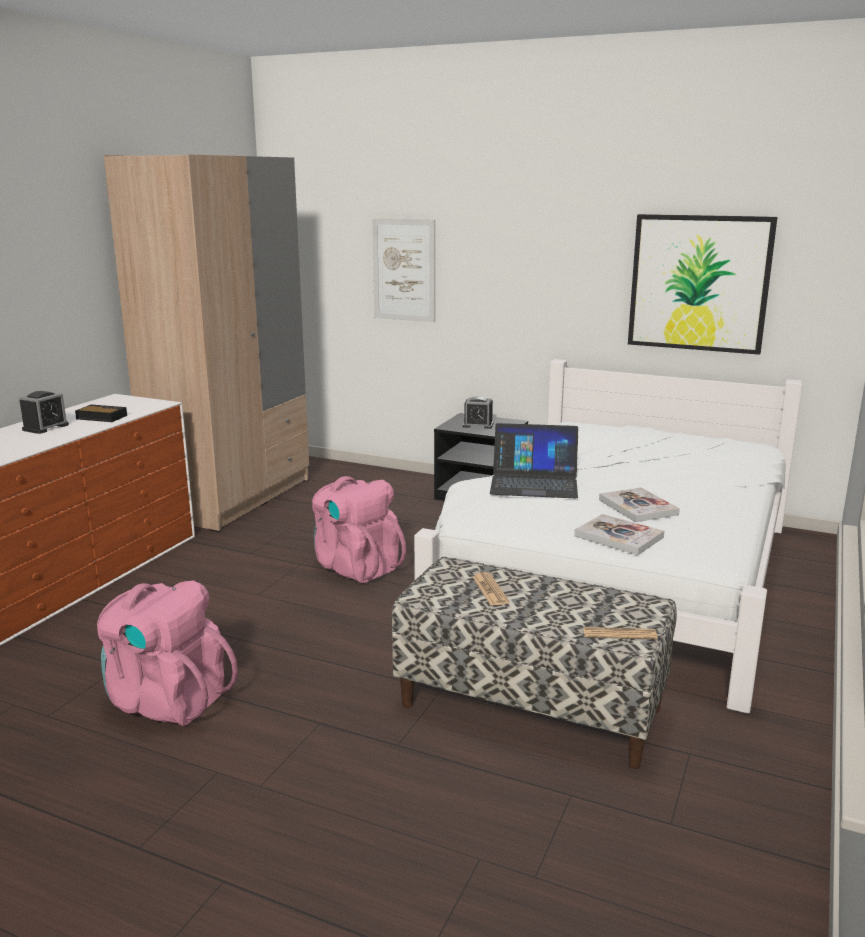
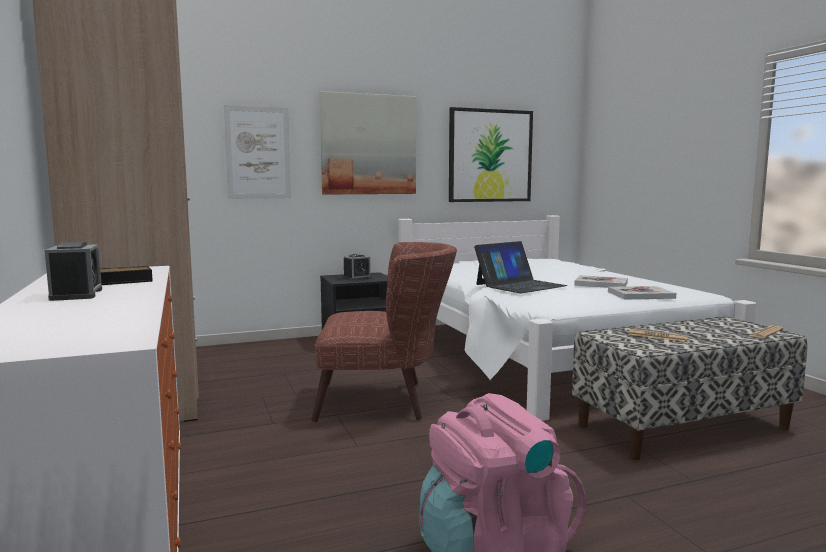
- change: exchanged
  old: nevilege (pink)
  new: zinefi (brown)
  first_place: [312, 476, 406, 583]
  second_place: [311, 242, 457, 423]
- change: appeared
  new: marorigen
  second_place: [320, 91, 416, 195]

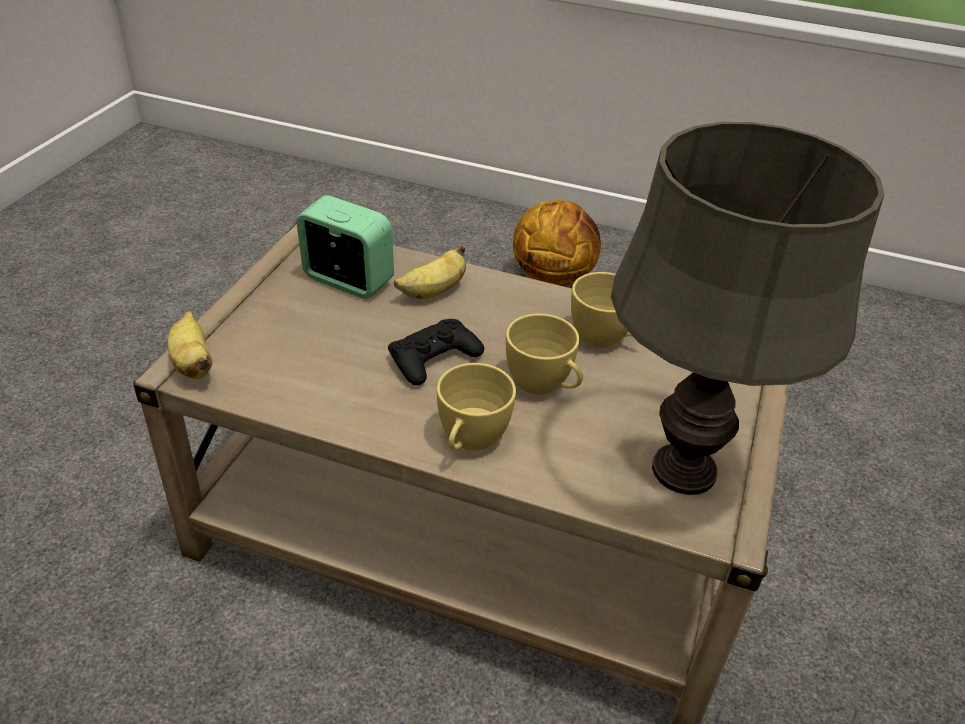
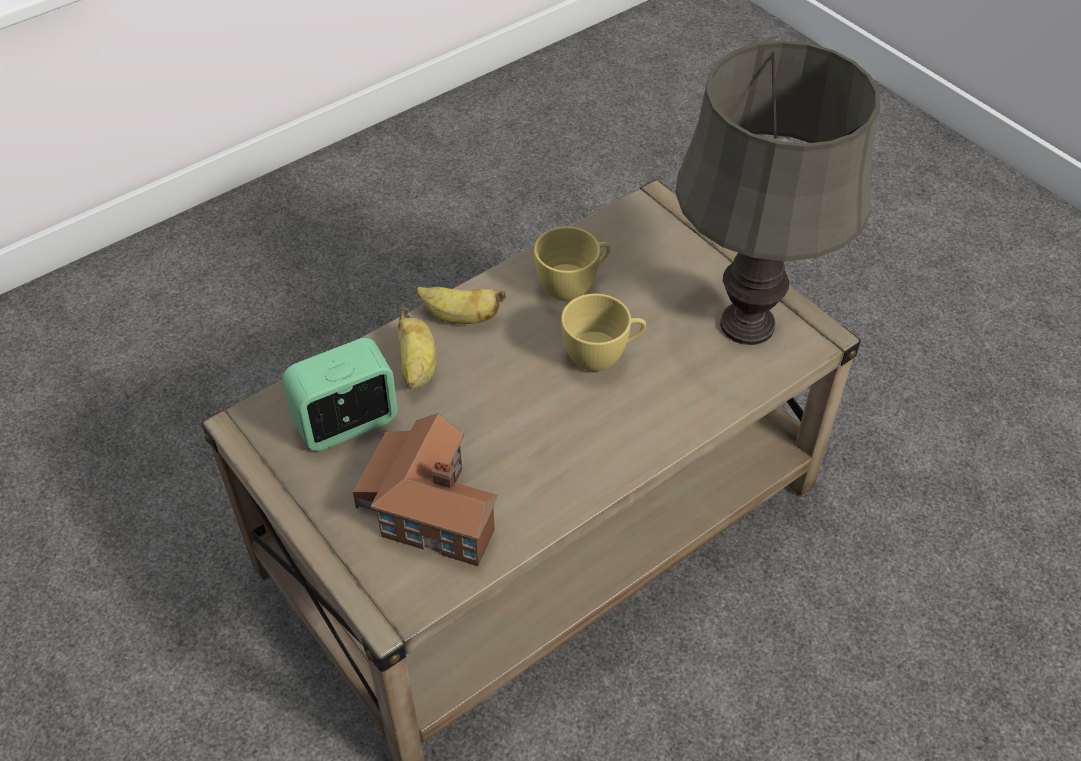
- change: appeared
  new: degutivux
  second_place: [353, 413, 498, 566]
- change: relocated
  old: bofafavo
  first_place: [168, 311, 213, 379]
  second_place: [416, 286, 506, 324]
- change: missing
  old: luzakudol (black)
  first_place: [388, 319, 484, 385]
- change: missing
  old: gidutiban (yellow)
  first_place: [437, 363, 516, 451]
- change: missing
  old: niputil
  first_place: [513, 200, 601, 287]

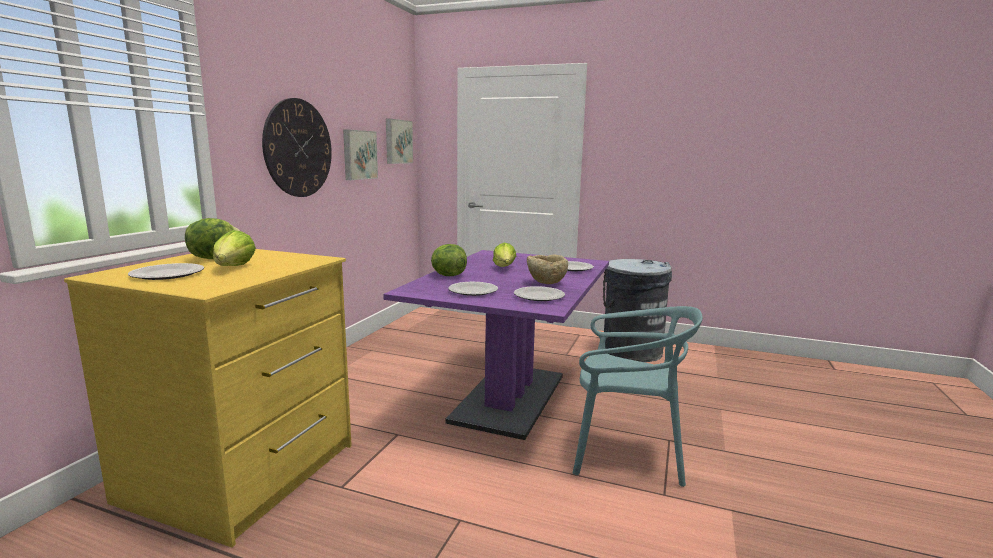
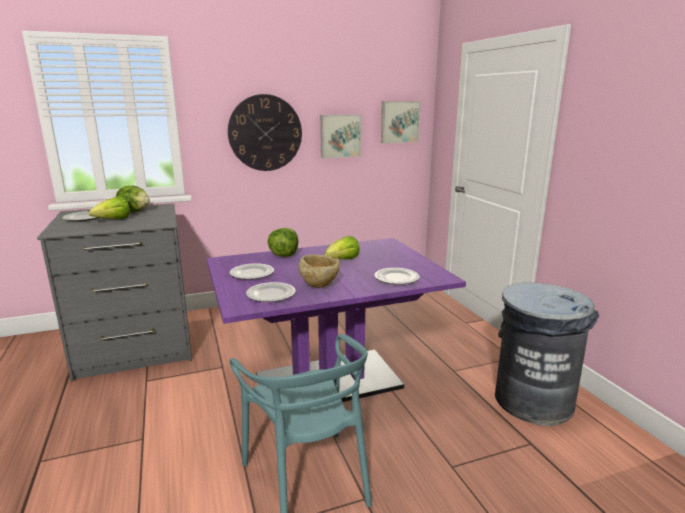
- change: colour
  old: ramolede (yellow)
  new: ramolede (grey)
  first_place: [64, 249, 352, 548]
  second_place: [37, 203, 192, 382]

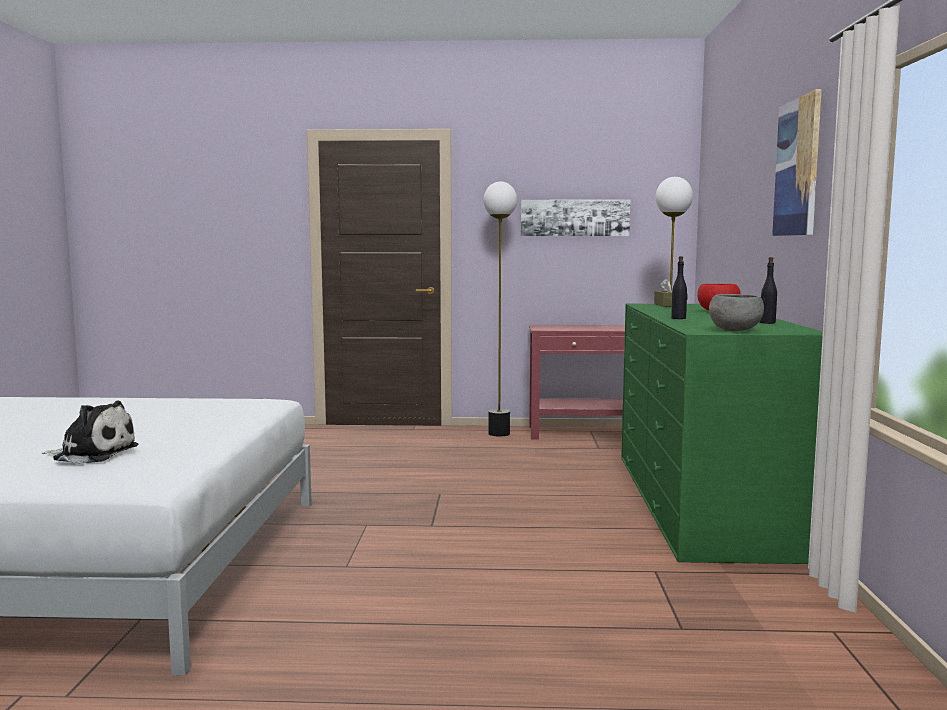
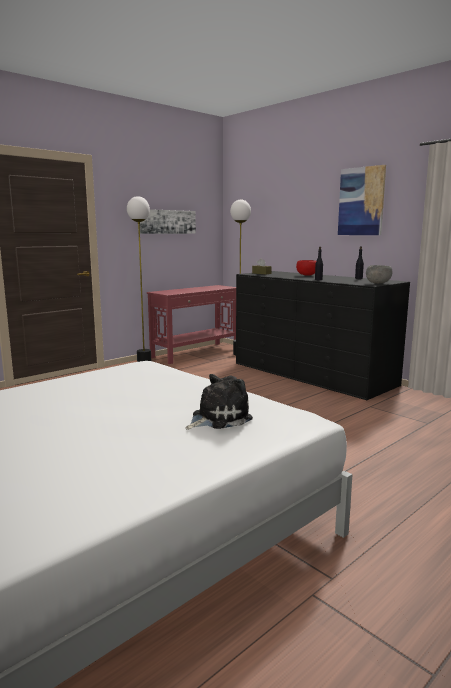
- change: colour
  old: ramolede (green)
  new: ramolede (black)
  first_place: [621, 304, 823, 564]
  second_place: [236, 271, 410, 400]

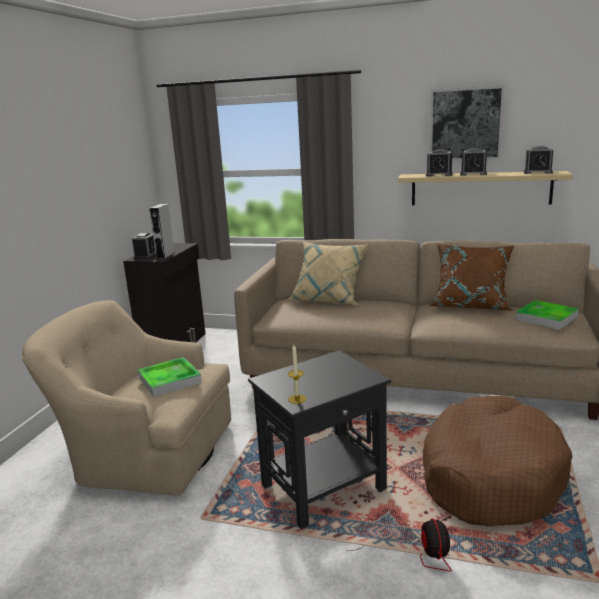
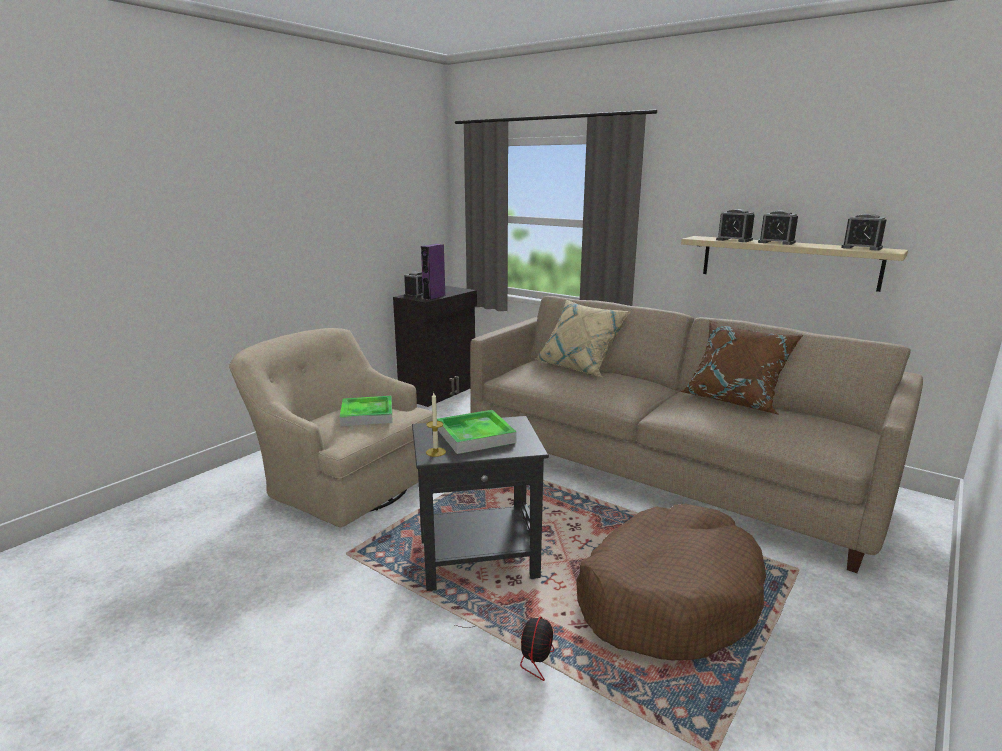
- change: colour
  old: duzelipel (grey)
  new: duzelipel (purple)
  first_place: [149, 204, 175, 259]
  second_place: [421, 244, 445, 300]
- change: relocated
  old: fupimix
  first_place: [515, 300, 579, 330]
  second_place: [437, 410, 516, 454]
- change: missing
  old: marorigen
  first_place: [430, 85, 505, 161]

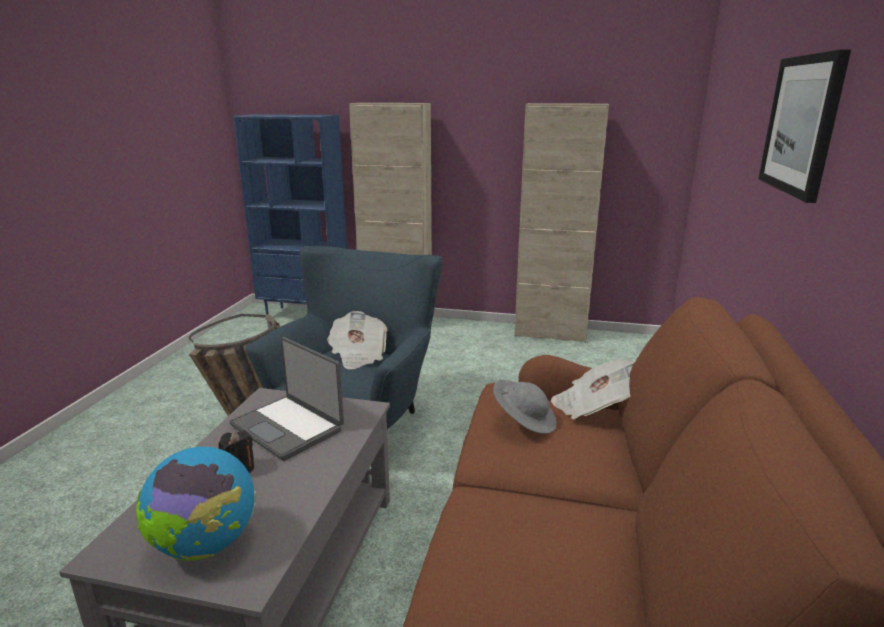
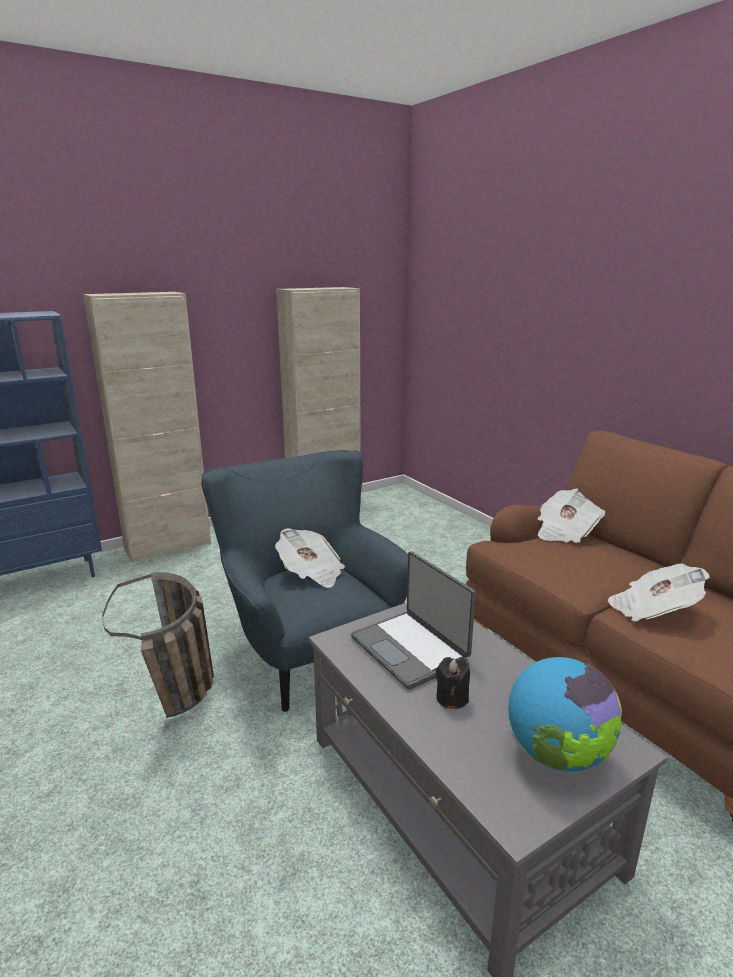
- change: spun
  old: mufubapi
  first_place: [229, 337, 344, 461]
  second_place: [351, 551, 476, 690]
  degrees: 60
- change: appeared
  new: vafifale
  second_place: [608, 564, 710, 622]
- change: missing
  old: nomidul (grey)
  first_place: [493, 380, 556, 434]
- change: missing
  old: marorigen
  first_place: [758, 49, 851, 203]

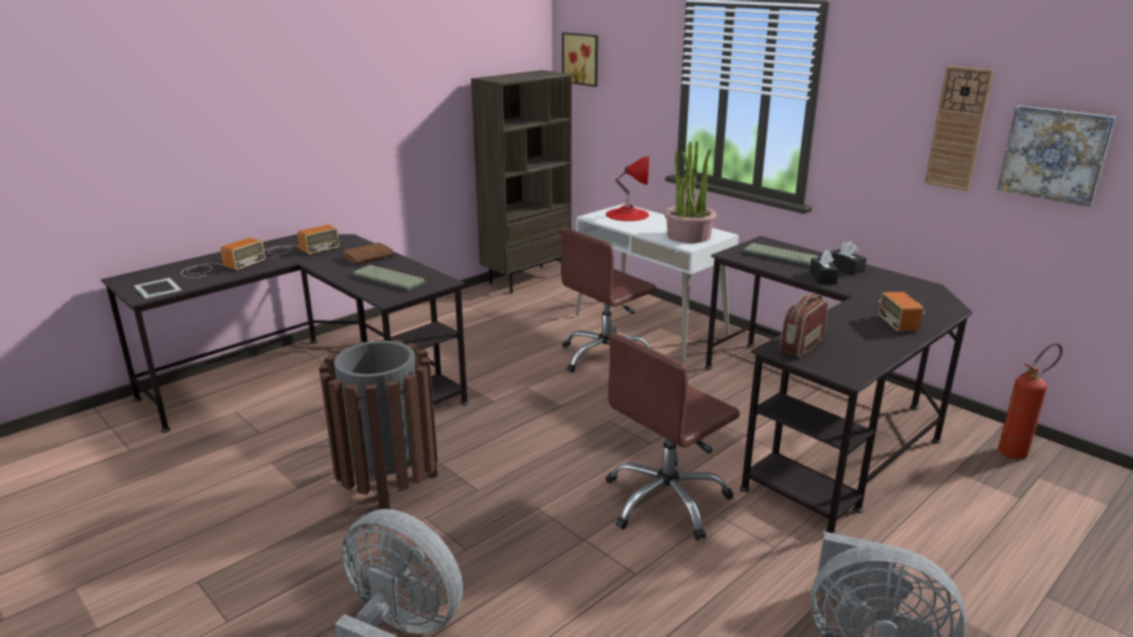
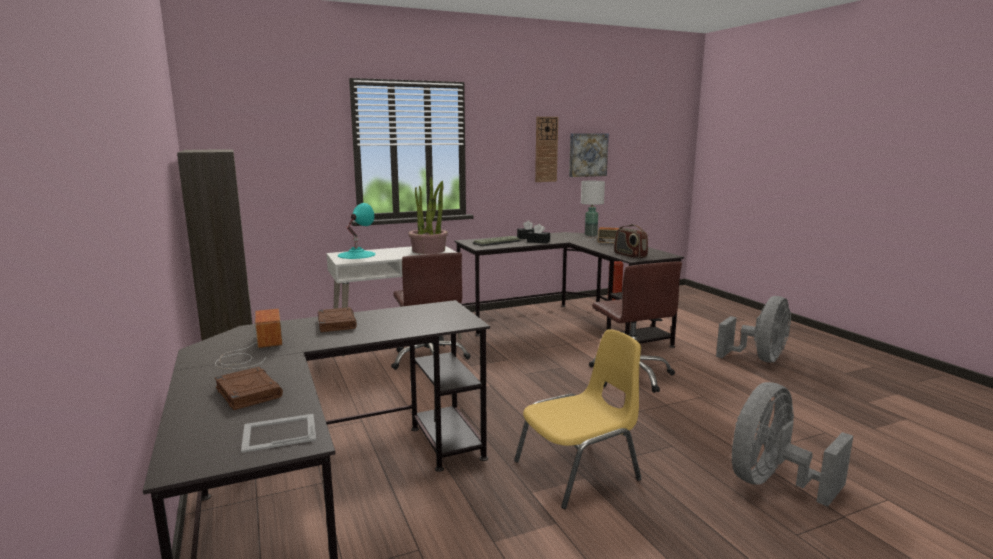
- change: exchanged
  old: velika
  new: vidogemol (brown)
  first_place: [181, 238, 265, 278]
  second_place: [215, 367, 283, 410]
- change: colour
  old: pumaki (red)
  new: pumaki (turquoise)
  first_place: [606, 156, 649, 221]
  second_place: [338, 203, 376, 259]
- change: exchanged
  old: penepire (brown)
  new: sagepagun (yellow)
  first_place: [319, 339, 438, 510]
  second_place: [514, 329, 642, 509]
- change: appeared
  new: pumaki (white)
  second_place: [581, 181, 605, 236]
- change: missing
  old: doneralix
  first_place: [351, 265, 427, 292]
- change: missing
  old: marorigen
  first_place: [562, 32, 598, 87]

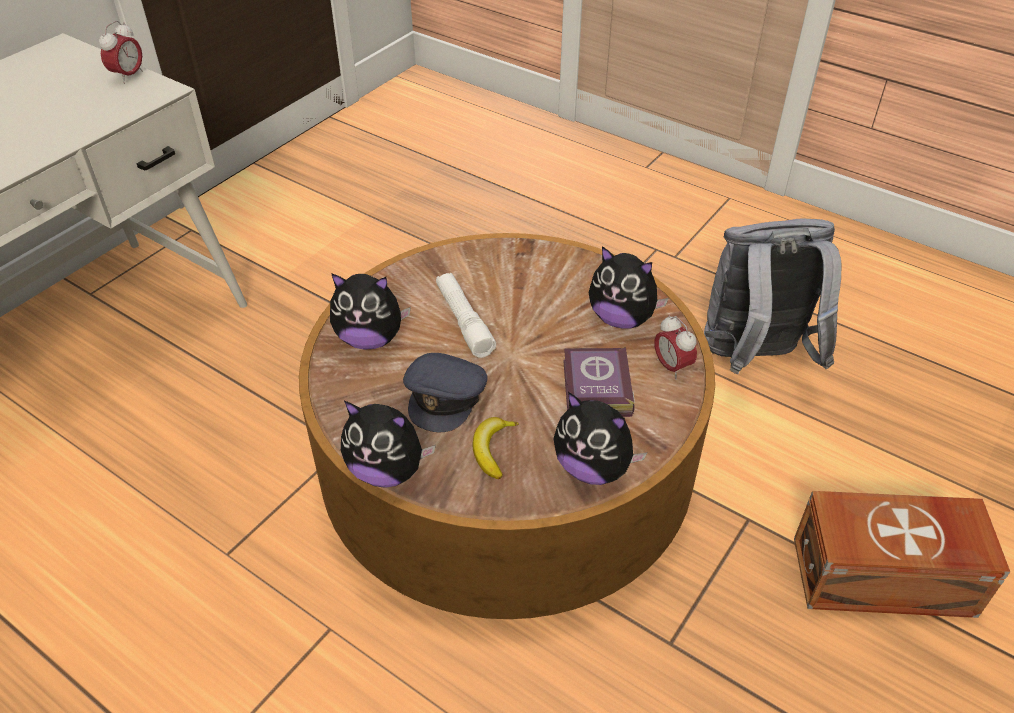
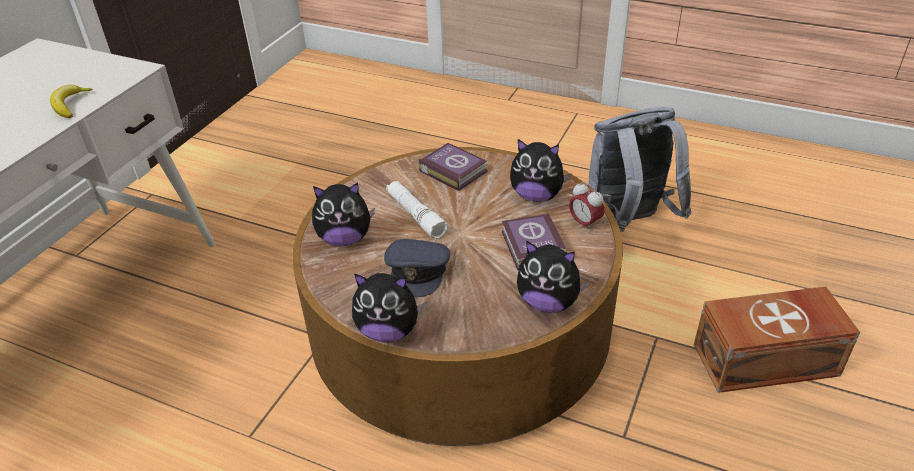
- change: relocated
  old: bofafavo
  first_place: [473, 417, 519, 479]
  second_place: [50, 85, 93, 118]
- change: appeared
  new: vidogemol
  second_place: [418, 143, 488, 191]
- change: missing
  old: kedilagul
  first_place: [99, 20, 143, 84]

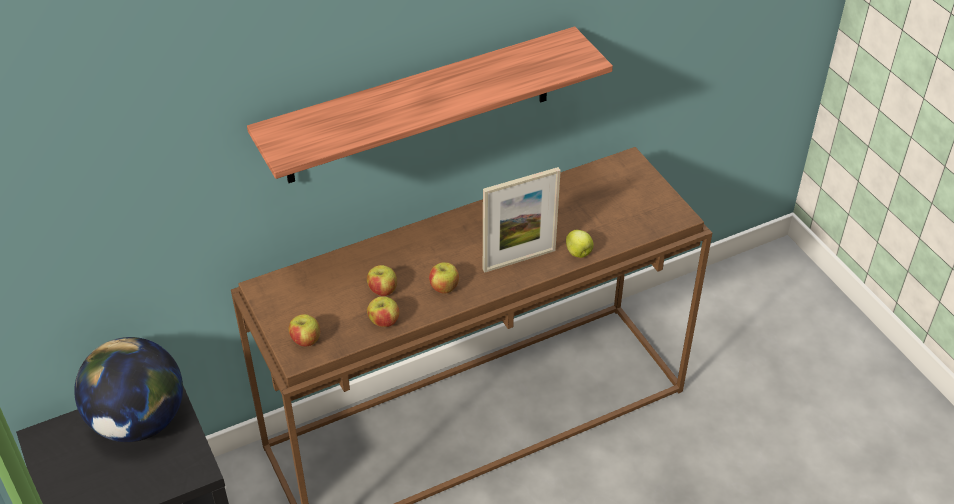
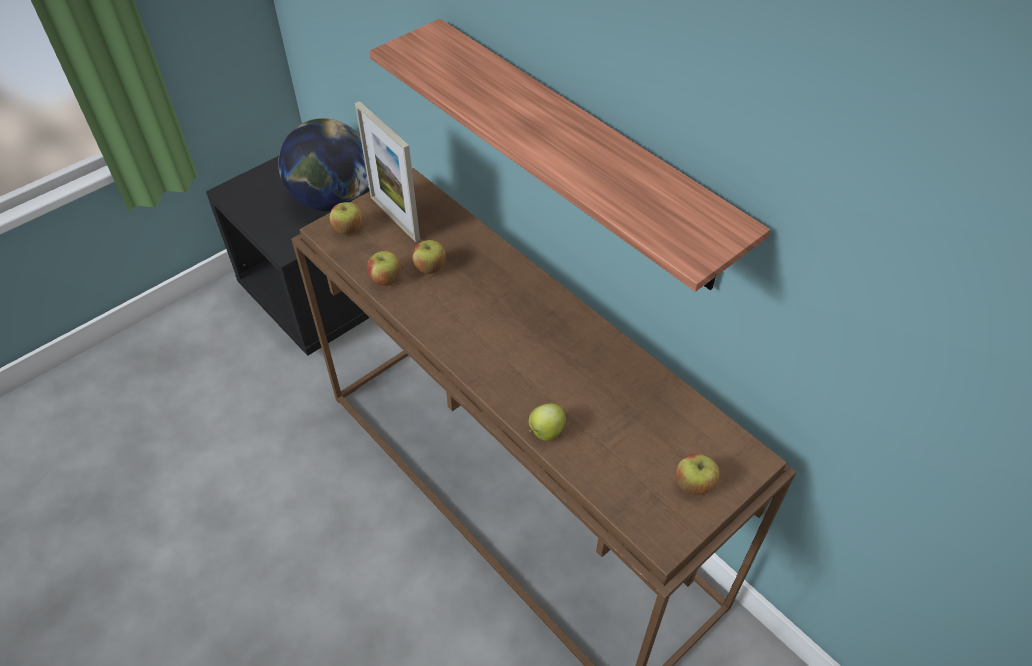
- change: relocated
  old: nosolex
  first_place: [483, 167, 561, 273]
  second_place: [355, 101, 420, 242]
- change: relocated
  old: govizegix
  first_place: [429, 262, 459, 294]
  second_place: [676, 454, 719, 495]

